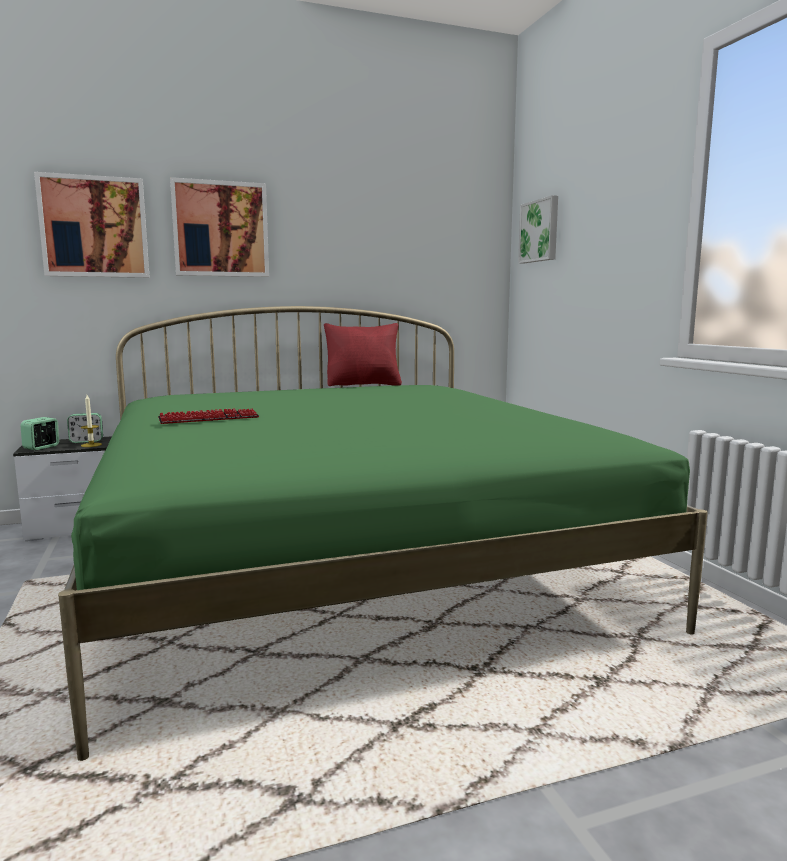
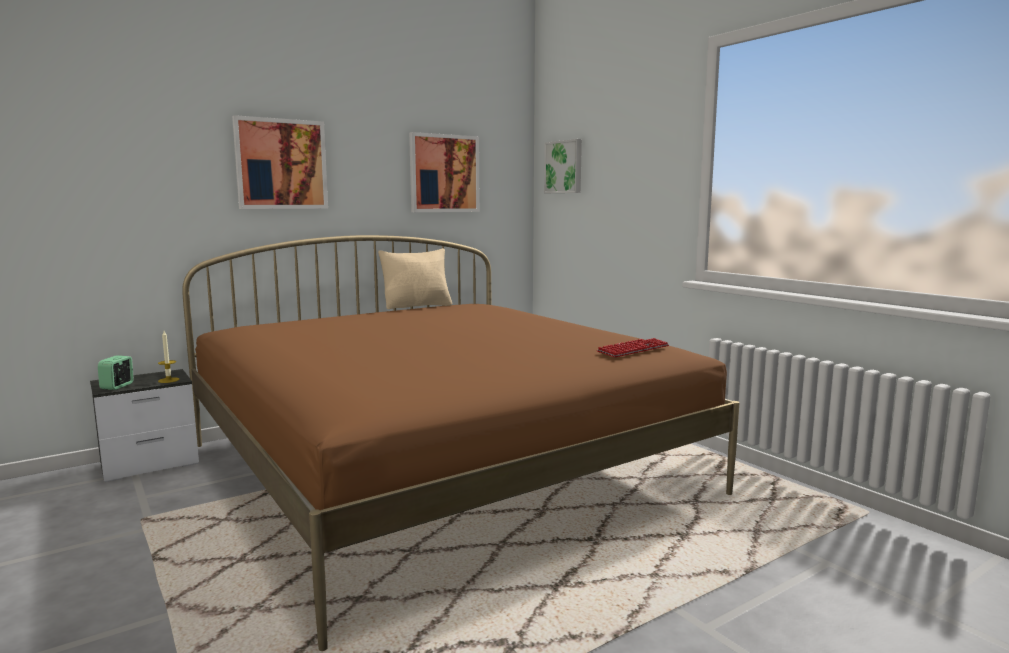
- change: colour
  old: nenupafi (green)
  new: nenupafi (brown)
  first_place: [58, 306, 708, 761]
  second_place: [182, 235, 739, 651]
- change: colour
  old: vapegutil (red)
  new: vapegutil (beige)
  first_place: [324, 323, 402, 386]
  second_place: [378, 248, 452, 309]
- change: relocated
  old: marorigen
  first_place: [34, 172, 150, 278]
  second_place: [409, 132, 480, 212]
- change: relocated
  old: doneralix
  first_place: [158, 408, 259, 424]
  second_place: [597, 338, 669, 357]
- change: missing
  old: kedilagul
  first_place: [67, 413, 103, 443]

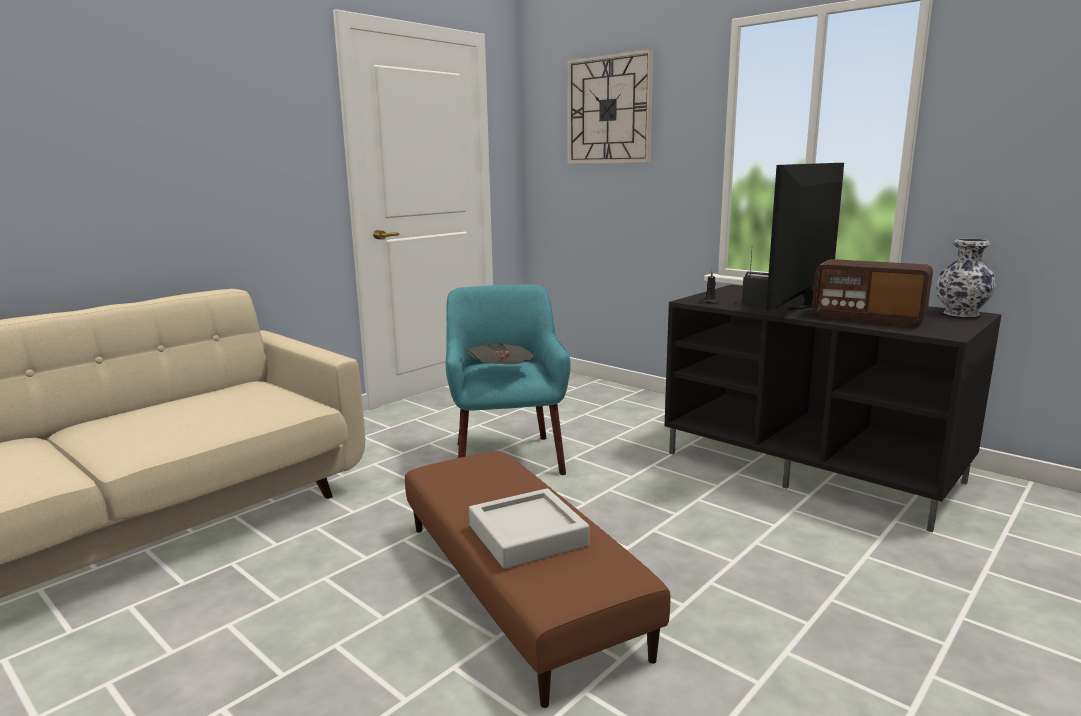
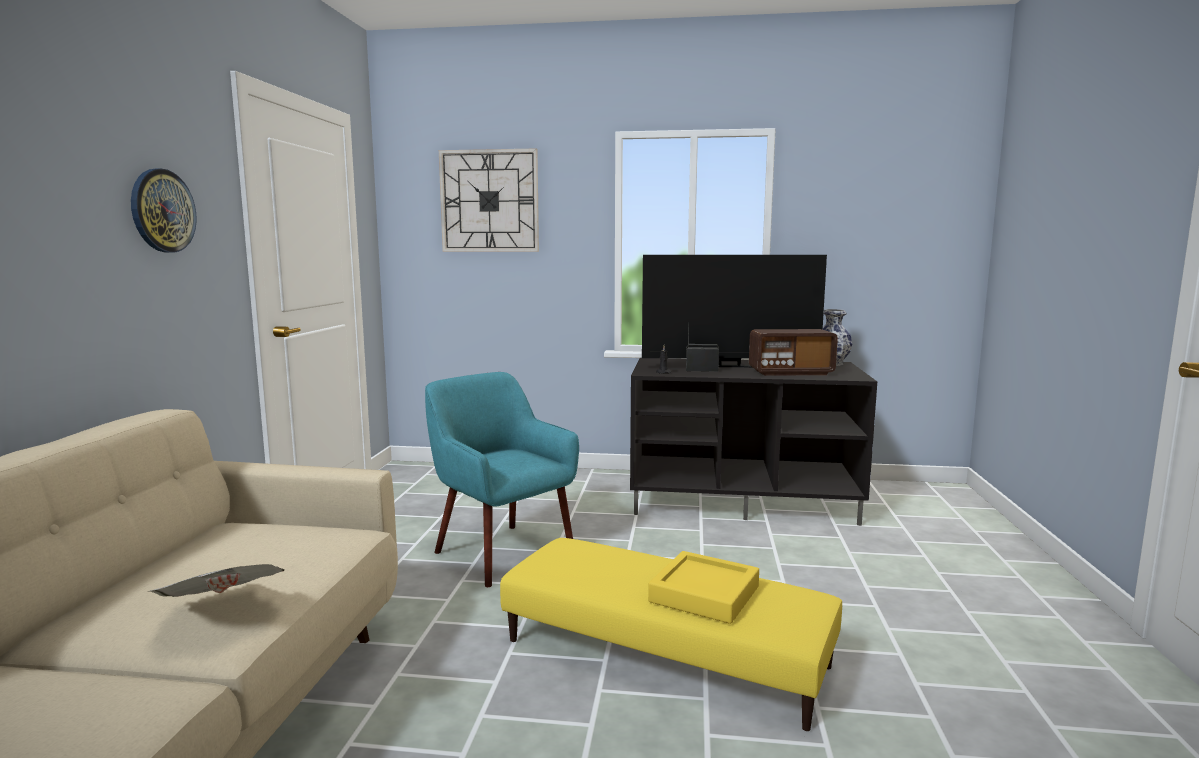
- change: appeared
  new: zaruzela
  second_place: [131, 168, 197, 252]
- change: relocated
  old: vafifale
  first_place: [465, 343, 535, 364]
  second_place: [148, 564, 285, 597]
- change: colour
  old: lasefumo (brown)
  new: lasefumo (yellow)
  first_place: [405, 451, 670, 708]
  second_place: [500, 538, 842, 731]
- change: spun
  old: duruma
  first_place: [766, 163, 844, 311]
  second_place: [642, 255, 827, 368]
  degrees: -90
- change: colour
  old: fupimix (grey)
  new: fupimix (yellow)
  first_place: [469, 488, 590, 569]
  second_place: [648, 551, 759, 624]

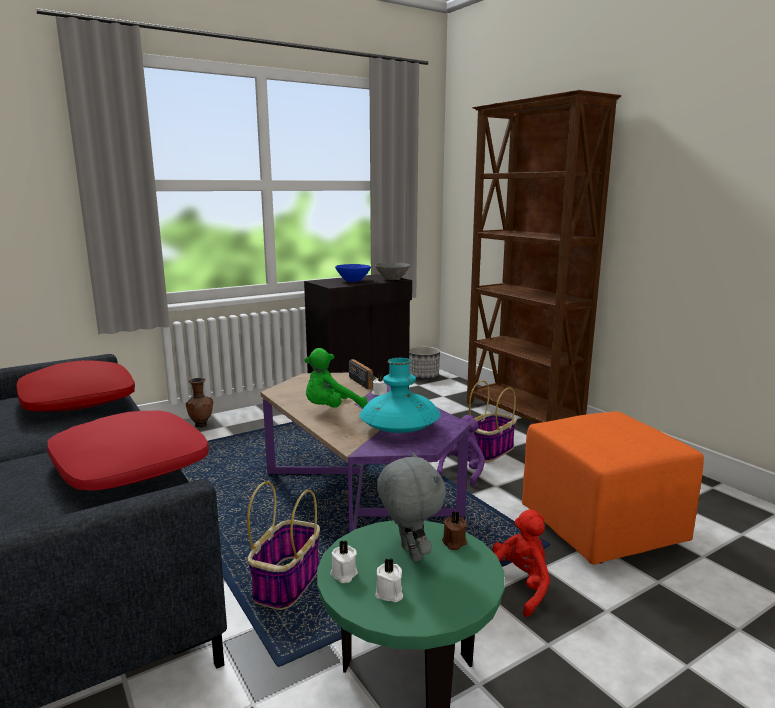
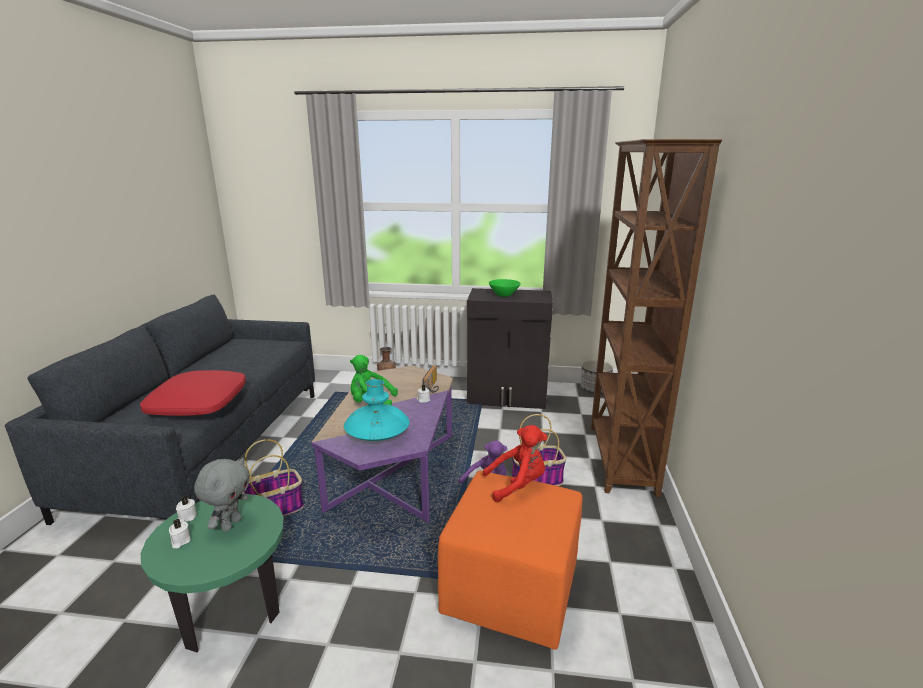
- change: relocated
  old: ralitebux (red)
  first_place: [492, 509, 550, 617]
  second_place: [483, 425, 547, 502]
- change: colour
  old: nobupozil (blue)
  new: nobupozil (green)
  first_place: [335, 264, 371, 282]
  second_place: [489, 279, 521, 297]
- change: missing
  old: vapegutil (red)
  first_place: [16, 360, 135, 412]
- change: missing
  old: nobupozil (grey)
  first_place: [375, 262, 410, 280]
- change: missing
  old: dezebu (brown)
  first_place: [442, 511, 467, 550]

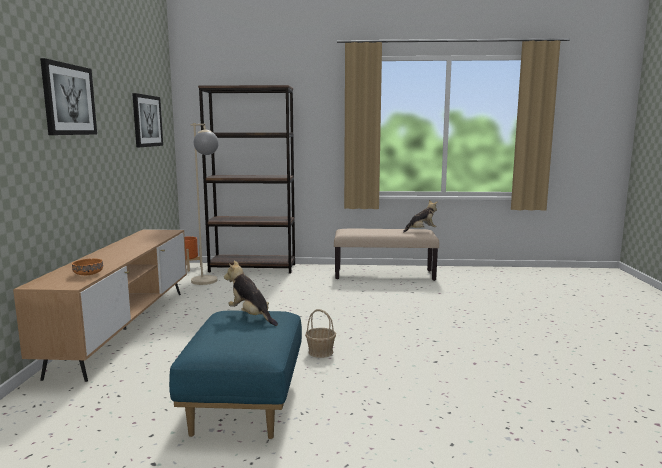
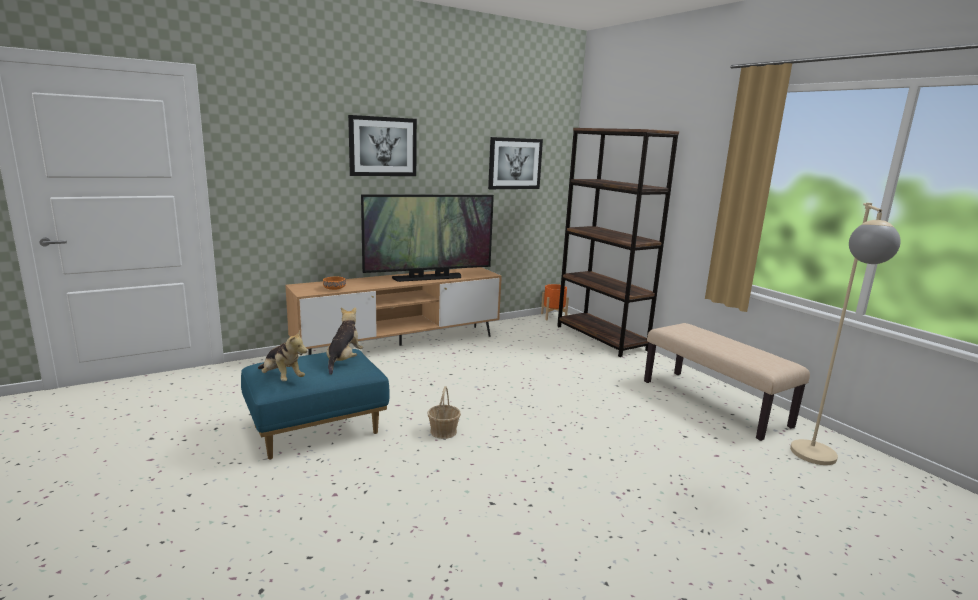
- change: relocated
  old: ralitebux
  first_place: [403, 200, 438, 233]
  second_place: [258, 330, 308, 381]
- change: appeared
  new: duruma
  second_place: [361, 194, 494, 282]
- change: relocated
  old: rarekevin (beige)
  first_place: [190, 123, 219, 285]
  second_place: [790, 203, 901, 465]

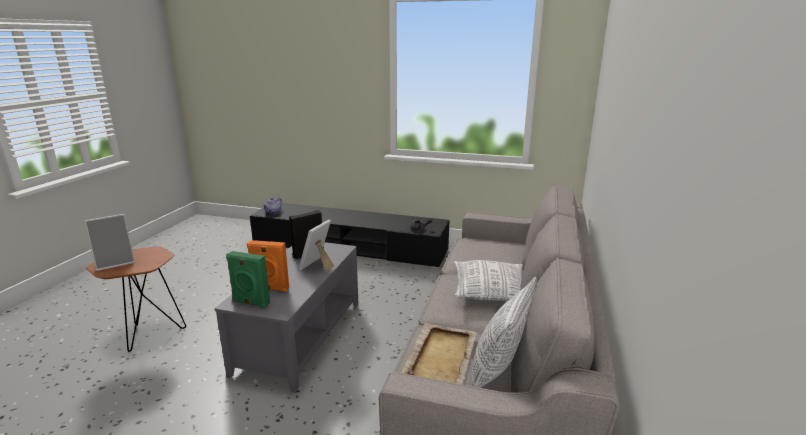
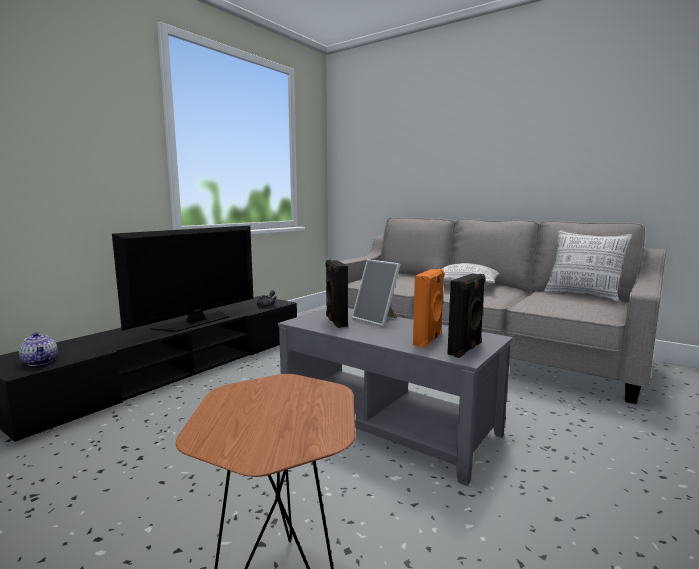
- change: appeared
  new: duruma
  second_place: [112, 226, 253, 332]
- change: colour
  old: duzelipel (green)
  new: duzelipel (black)
  first_place: [226, 251, 270, 308]
  second_place: [447, 274, 486, 358]
- change: missing
  old: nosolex
  first_place: [85, 214, 135, 271]
- change: missing
  old: fupimix (beige)
  first_place: [401, 323, 477, 384]

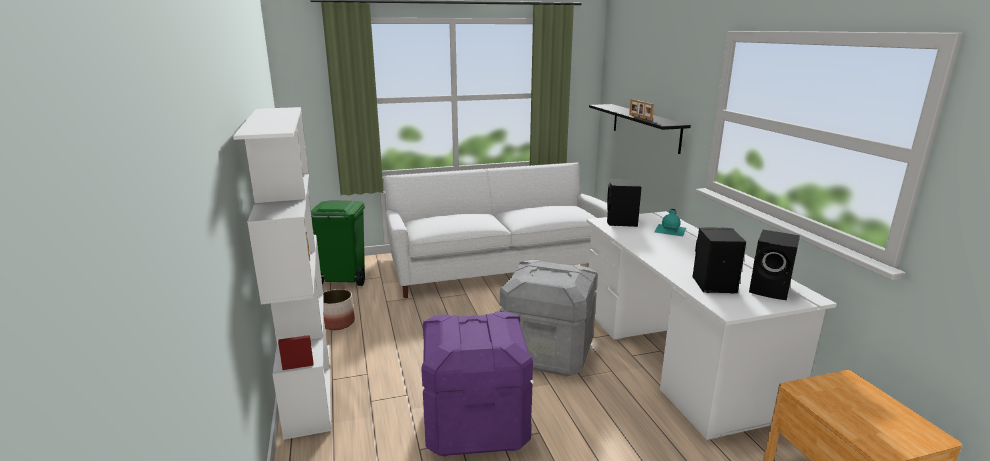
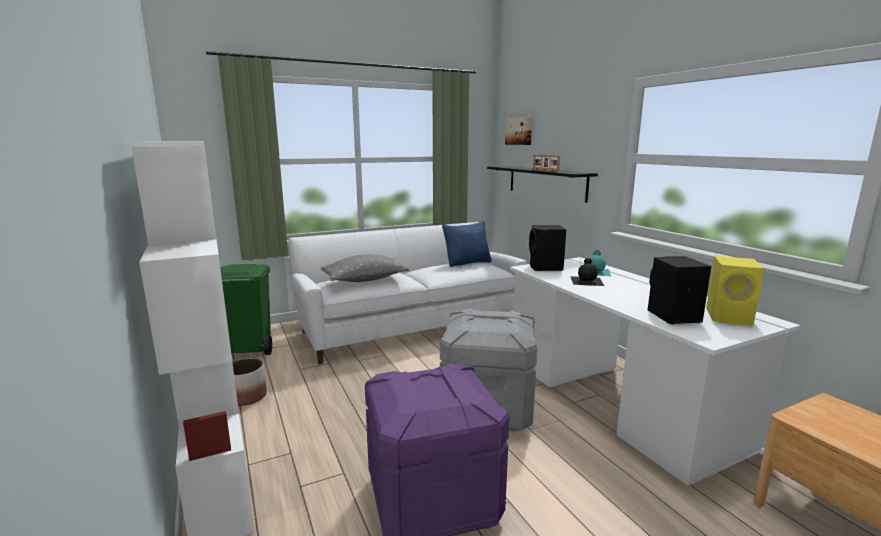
- change: appeared
  new: vapegutil (grey)
  second_place: [321, 254, 409, 282]
- change: appeared
  new: vapegutil (blue)
  second_place: [442, 221, 492, 267]
- change: appeared
  new: marorigen
  second_place: [505, 117, 532, 145]
- change: appeared
  new: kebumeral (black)
  second_place: [570, 258, 604, 286]
- change: colour
  old: duzelipel (black)
  new: duzelipel (yellow)
  first_place: [749, 230, 800, 300]
  second_place: [706, 256, 764, 326]

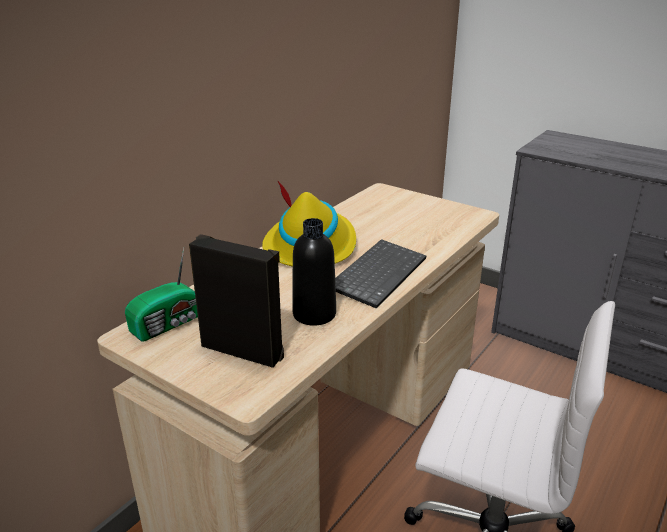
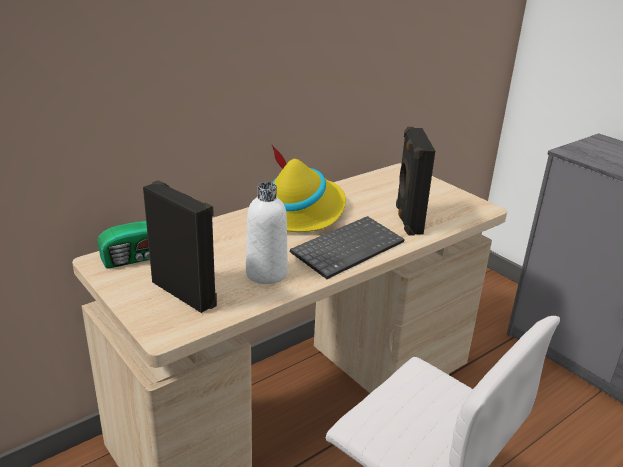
- change: colour
  old: kebumeral (black)
  new: kebumeral (white)
  first_place: [292, 218, 336, 325]
  second_place: [246, 182, 288, 284]
- change: appeared
  new: duzelipel (black)
  second_place: [396, 127, 435, 235]

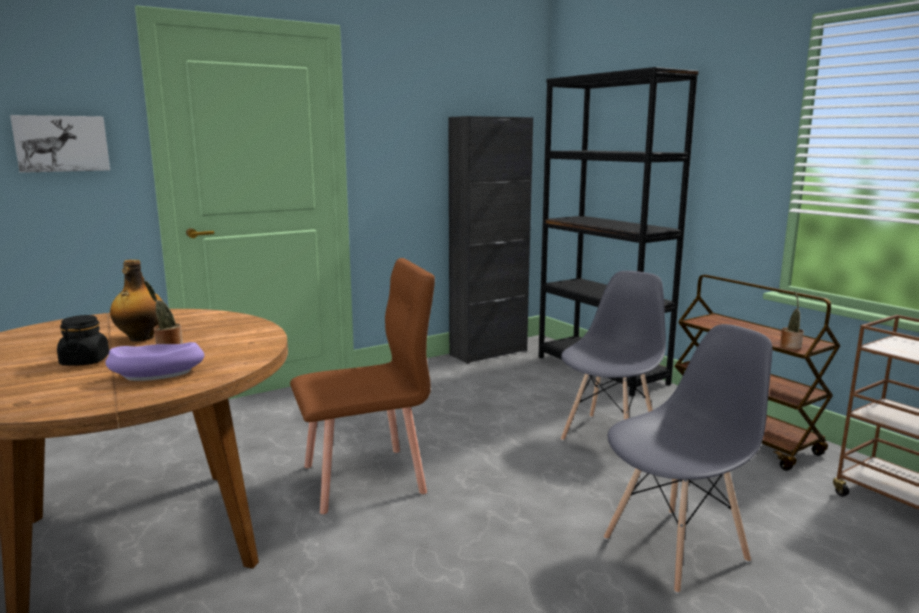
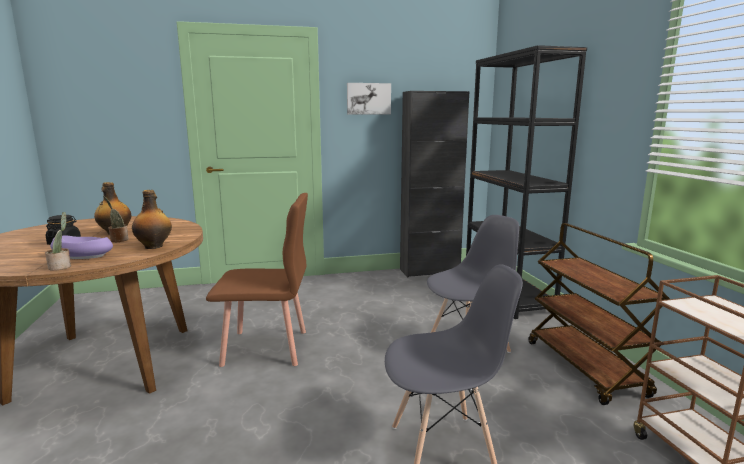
- change: relocated
  old: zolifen
  first_place: [780, 291, 804, 349]
  second_place: [45, 212, 71, 271]
- change: appeared
  new: kebumeral
  second_place: [132, 190, 172, 249]
- change: relocated
  old: marorigen
  first_place: [10, 115, 110, 173]
  second_place: [347, 83, 391, 114]

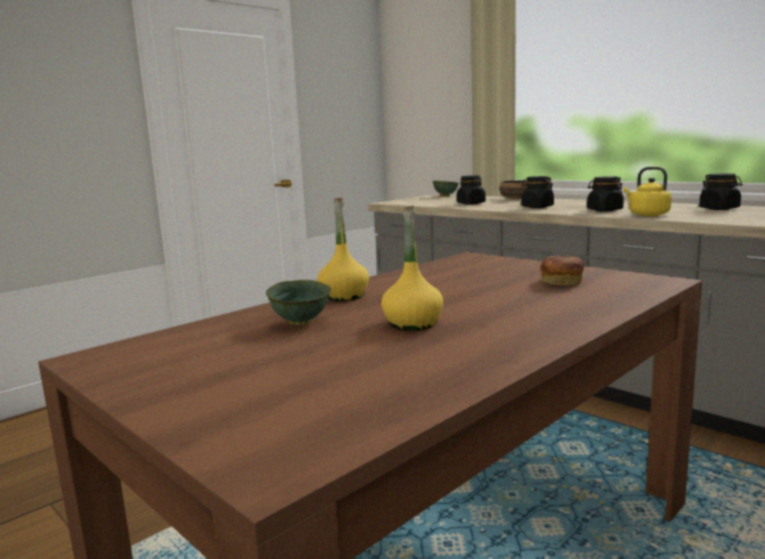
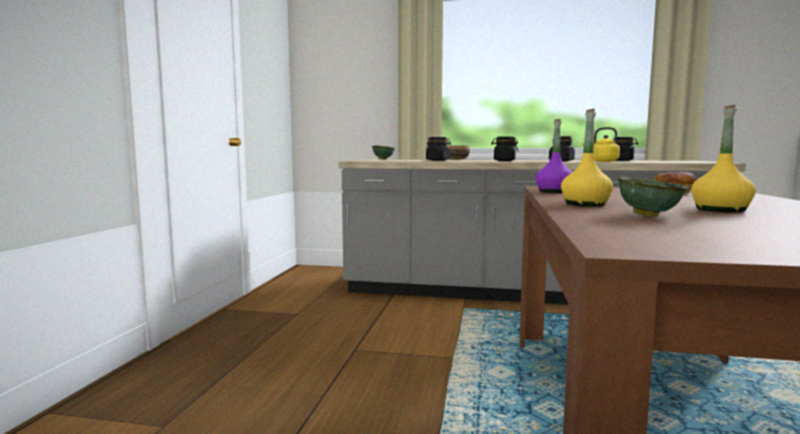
- change: appeared
  new: kebumeral (purple)
  second_place: [536, 119, 572, 193]

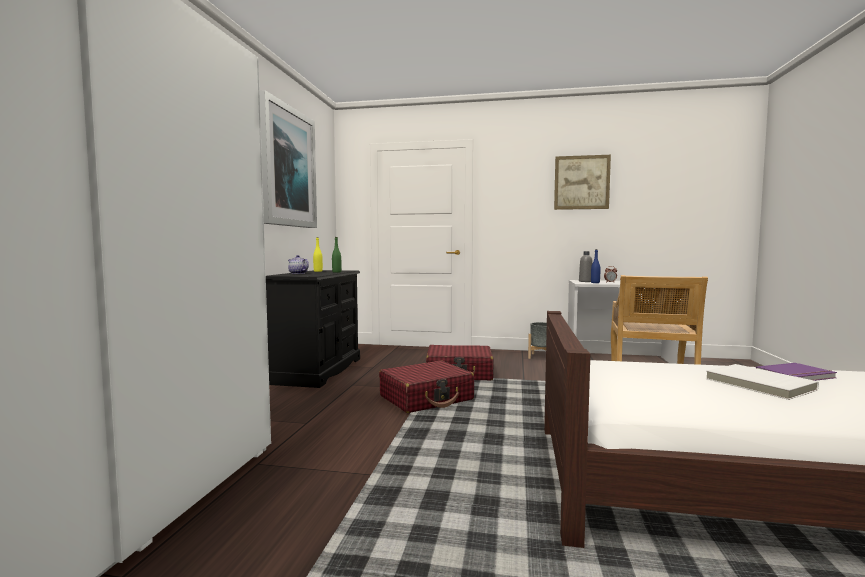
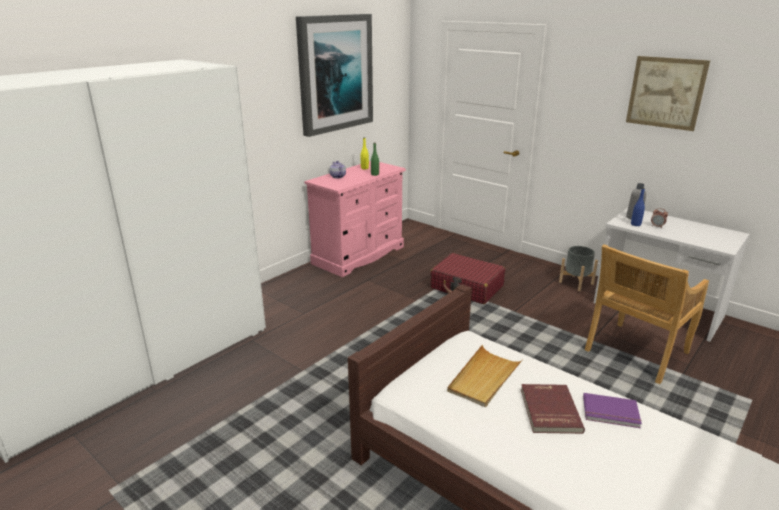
- change: colour
  old: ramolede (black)
  new: ramolede (pink)
  first_place: [266, 270, 360, 388]
  second_place: [304, 161, 406, 277]
- change: appeared
  new: fupimix (beige)
  second_place: [447, 345, 523, 407]
- change: colour
  old: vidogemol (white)
  new: vidogemol (red)
  first_place: [706, 364, 819, 400]
  second_place: [521, 384, 585, 434]
- change: missing
  old: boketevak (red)
  first_place: [379, 361, 474, 413]

